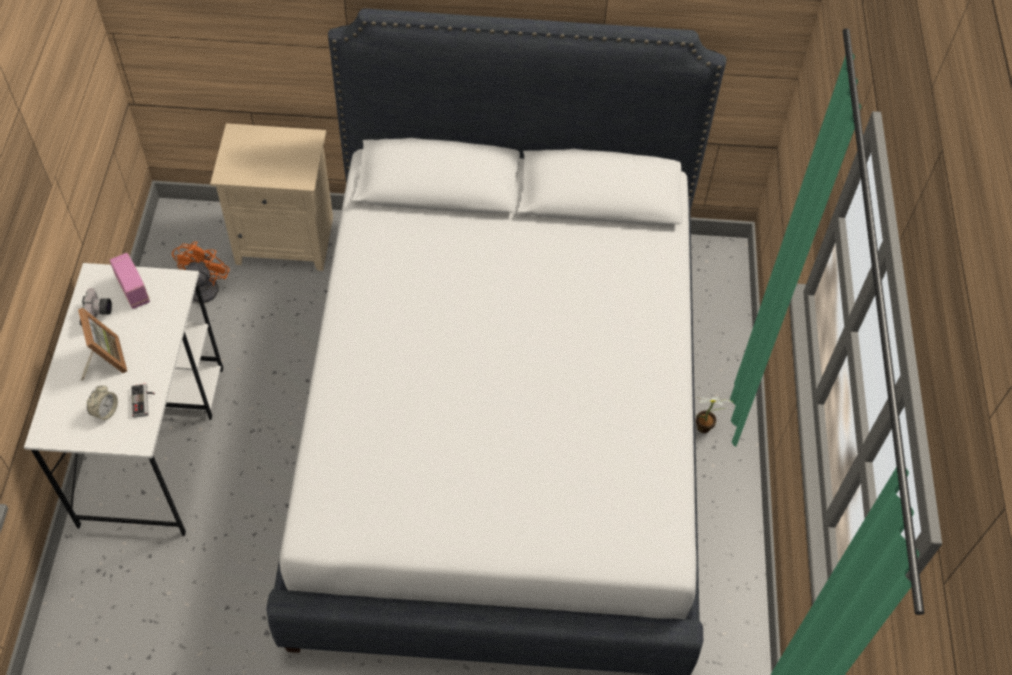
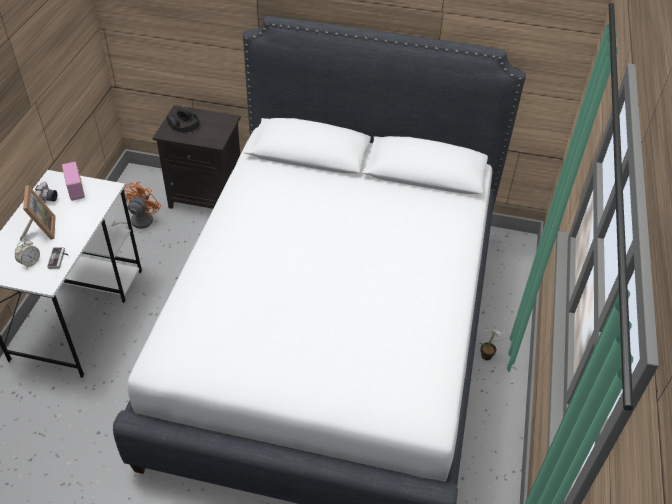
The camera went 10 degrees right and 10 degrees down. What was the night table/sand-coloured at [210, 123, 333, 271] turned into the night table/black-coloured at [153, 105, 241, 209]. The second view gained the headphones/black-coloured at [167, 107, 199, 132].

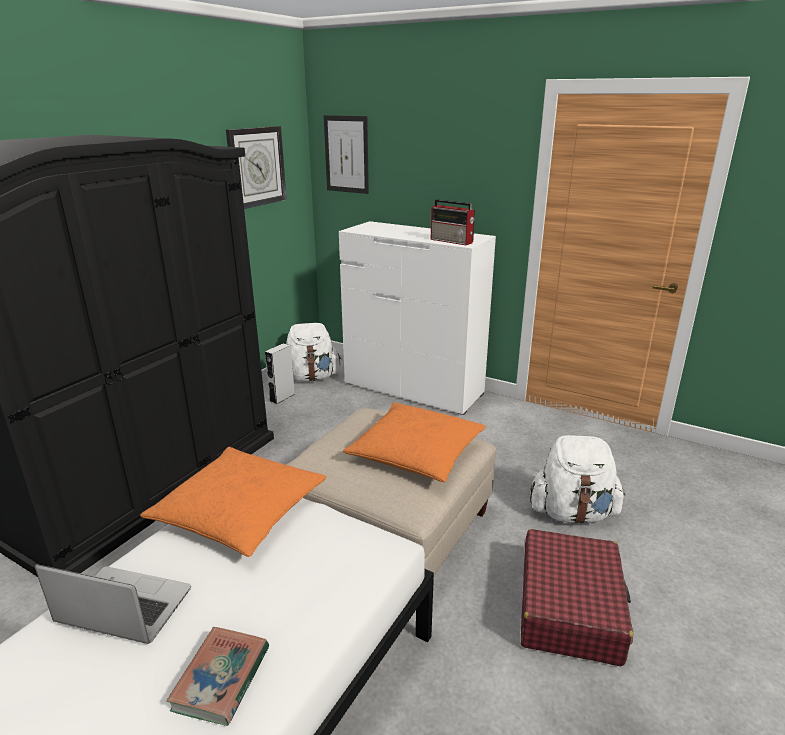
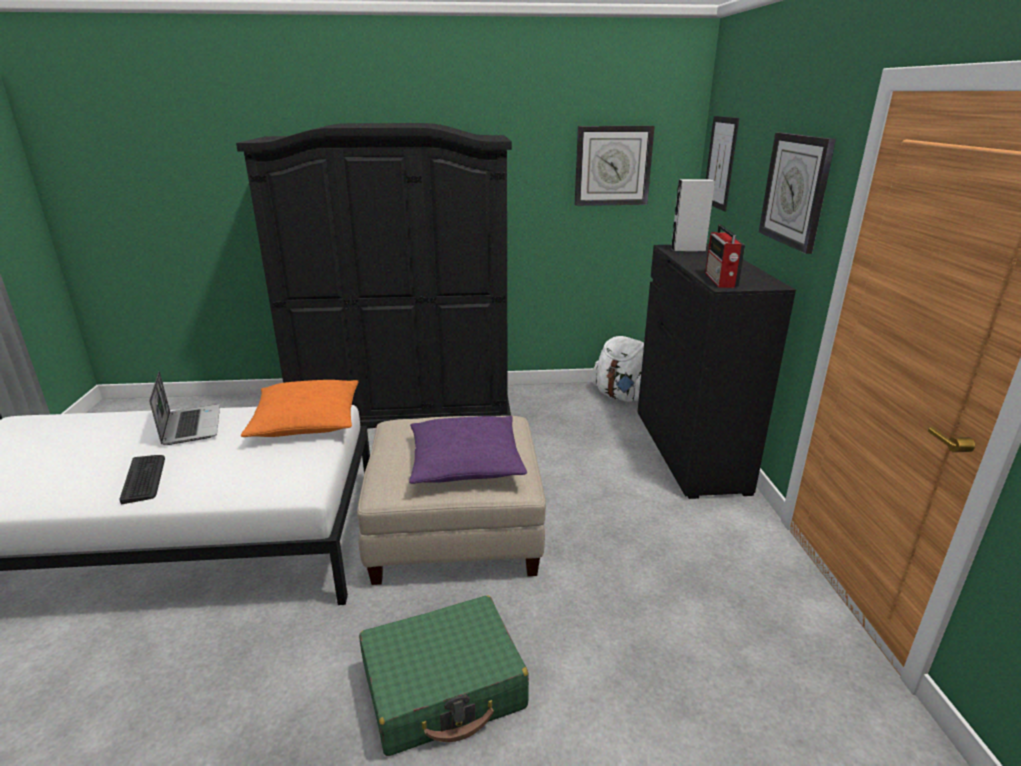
The camera went 55 degrees right and 0 degrees up. Where the bound book stood at [166, 627, 269, 726], the PC keyboard came to stand at [120, 455, 165, 504]. The loudspeaker/gray ended up elsewhere, having gone from [265, 343, 295, 404] to [671, 179, 715, 252]. What was the drawer chest/white at [339, 221, 496, 415] turned into the drawer chest/black-coloured at [637, 244, 796, 499]. What was the throw pillow/orange-coloured at [343, 402, 486, 482] turned into the throw pillow/purple-coloured at [409, 416, 527, 484]. What was the piece of luggage/red-coloured at [521, 529, 633, 666] turned into the piece of luggage/green at [359, 596, 529, 756]. The second view lost the backpack/white at [530, 435, 626, 524]. The second view gained the hanging clock at [759, 132, 836, 254].

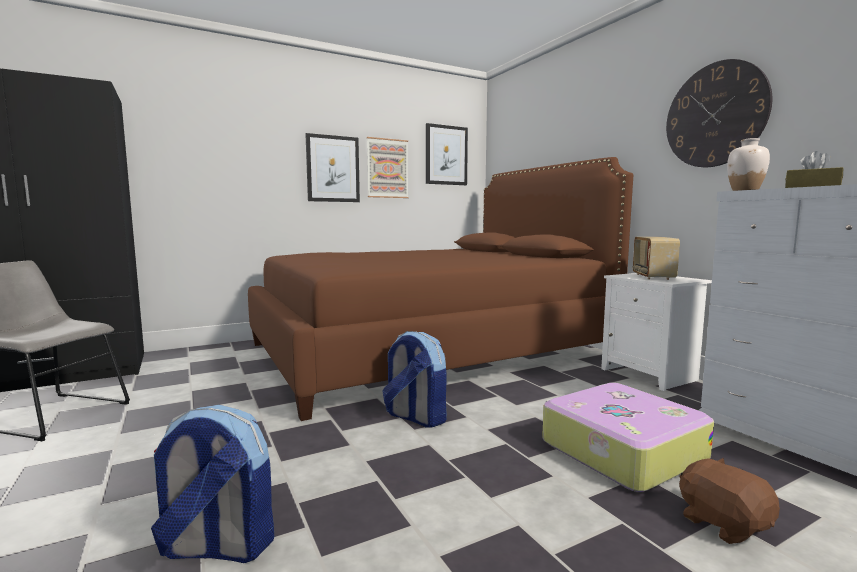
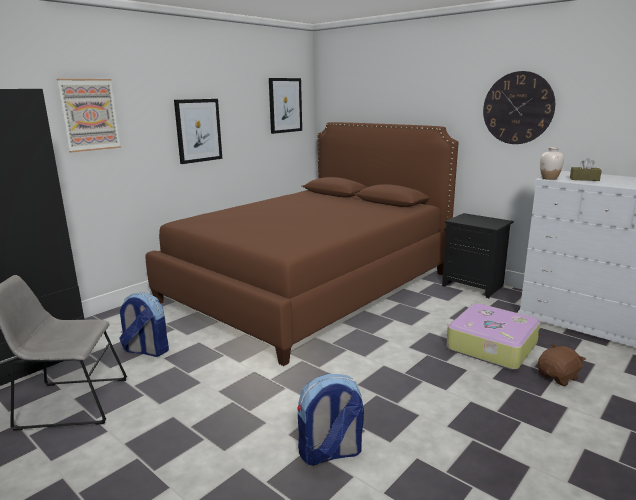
The camera went 20 degrees left and 10 degrees up. The picture ended up elsewhere, having gone from [367, 137, 409, 198] to [57, 79, 121, 152]. The backpack ended up elsewhere, having gone from [382, 331, 446, 428] to [119, 293, 169, 357]. What was the night table/white at [601, 273, 712, 391] turned into the night table/black-coloured at [442, 213, 514, 298]. The second view lost the radio at [632, 237, 680, 280]. The cuddly toy/brown-coloured at [679, 458, 780, 544] ended up facing another way, 105 degrees clockwise from before.

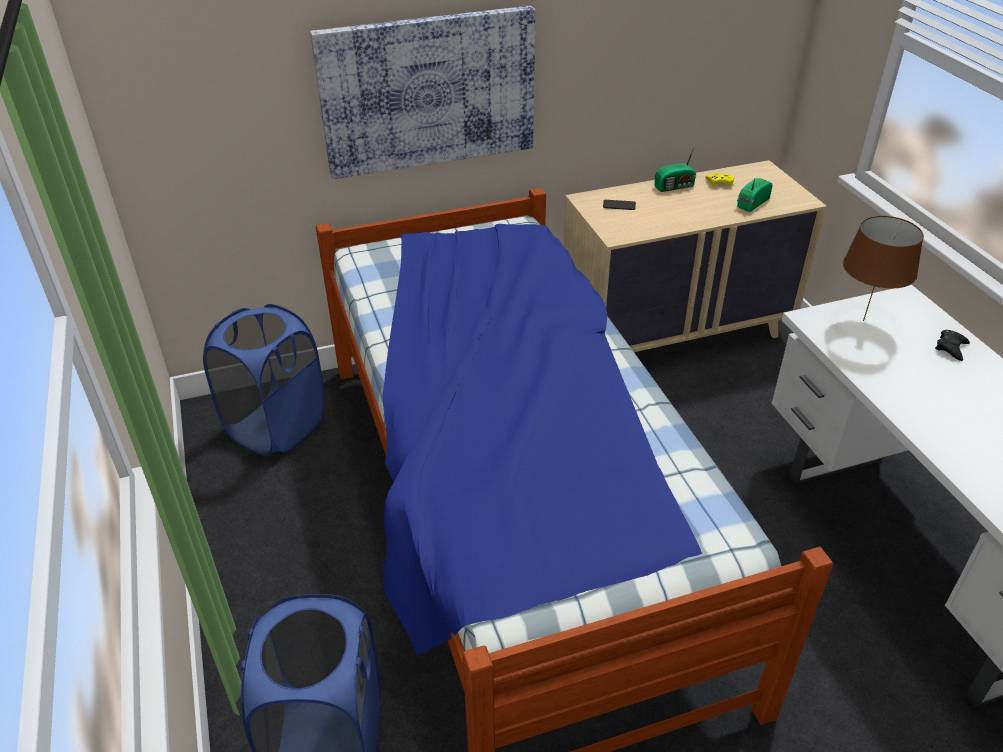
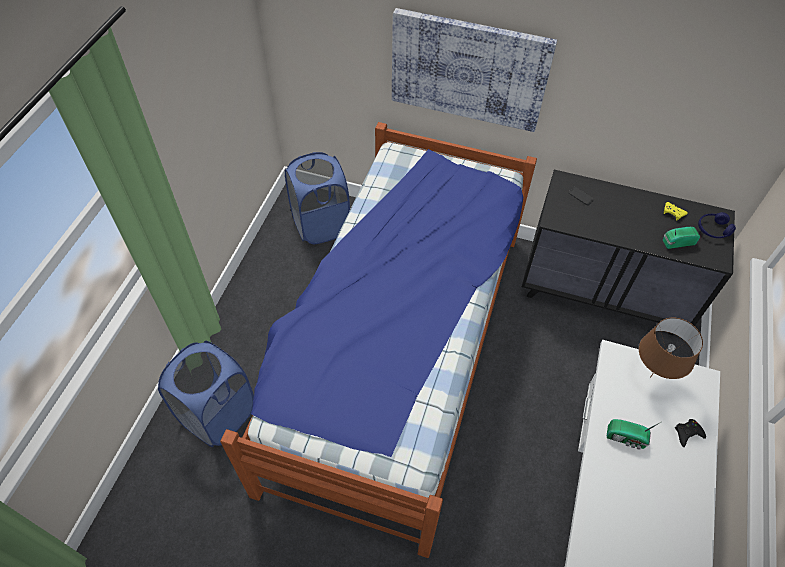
The camera went 35 degrees right and 15 degrees up. What was the drawer chest/sand-coloured at [563, 160, 827, 352] turned into the drawer chest/black-coloured at [522, 170, 735, 335]. The radio ended up elsewhere, having gone from [654, 146, 696, 192] to [607, 419, 661, 450]. The second view gained the headphones/blue at [698, 212, 736, 238].

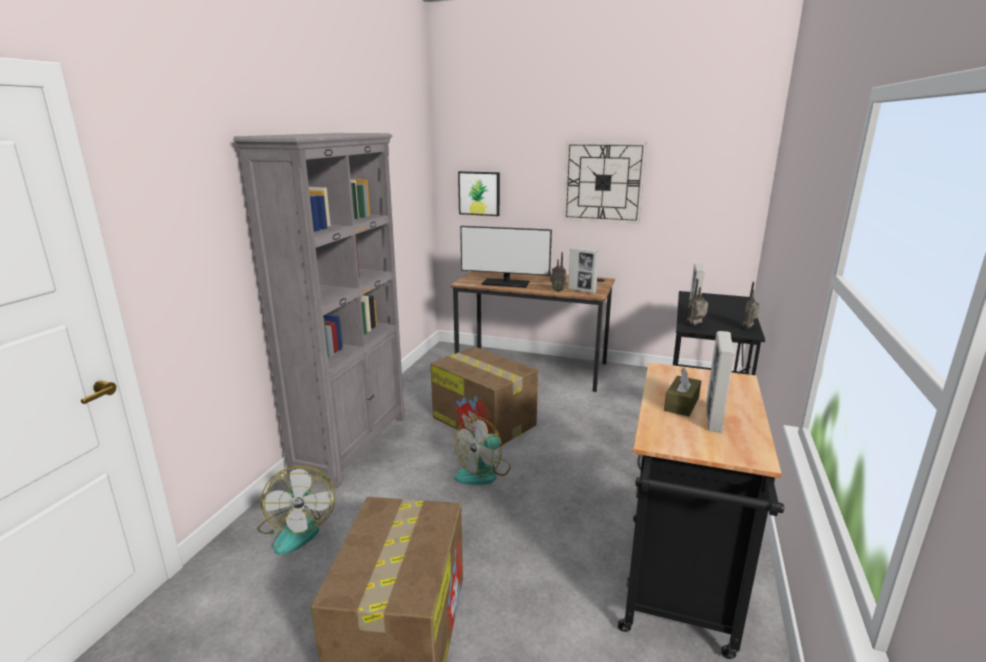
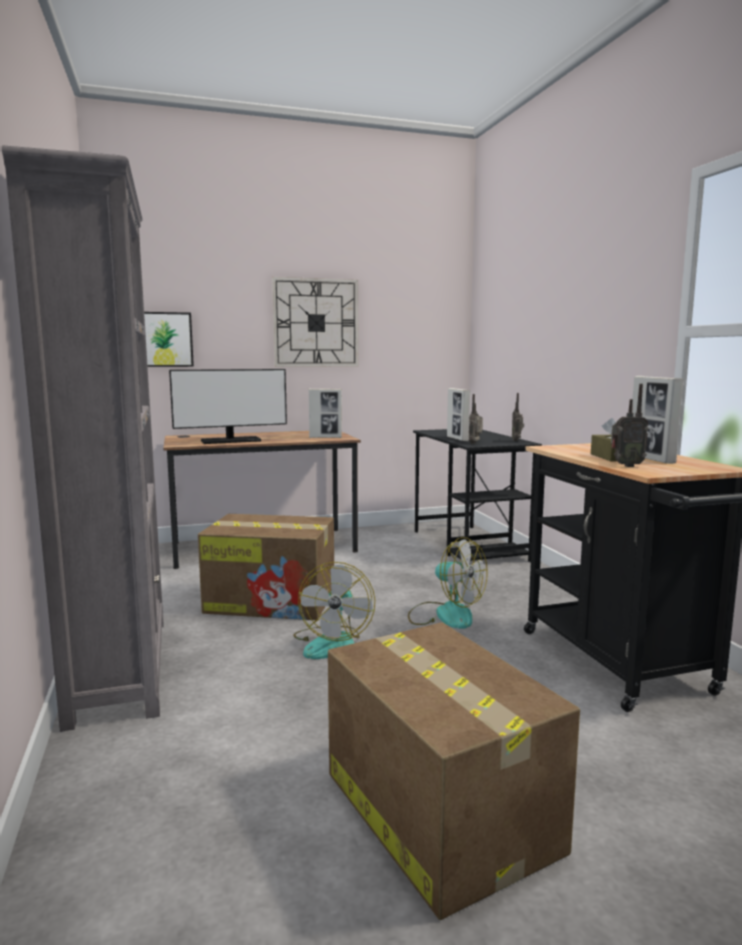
The camera went 35 degrees left and 10 degrees down. The fan ended up elsewhere, having gone from [257, 466, 335, 555] to [408, 537, 487, 629]. The radio ended up elsewhere, having gone from [550, 252, 566, 292] to [611, 384, 649, 467].

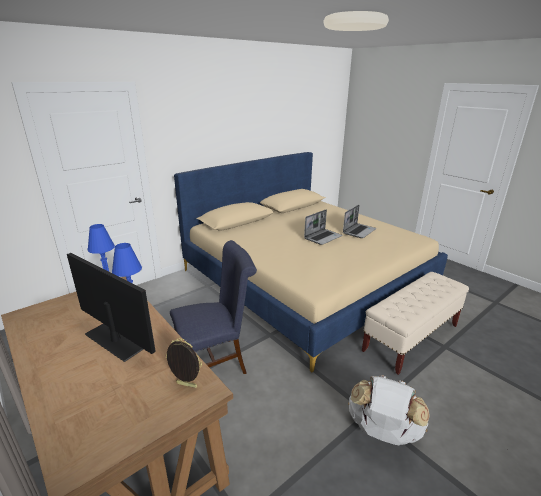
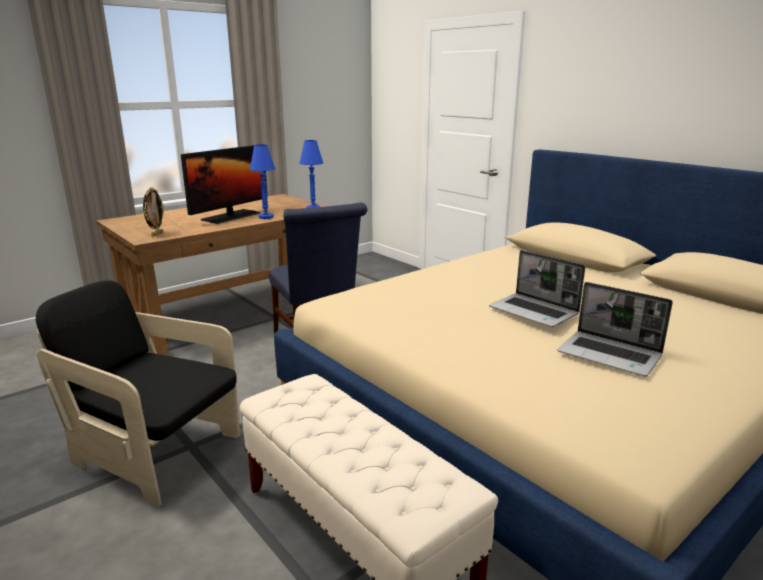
The camera went 90 degrees right and 5 degrees down. Where the backpack/white stood at [348, 375, 430, 445], the lounge chair/black-coloured came to stand at [36, 280, 240, 507].

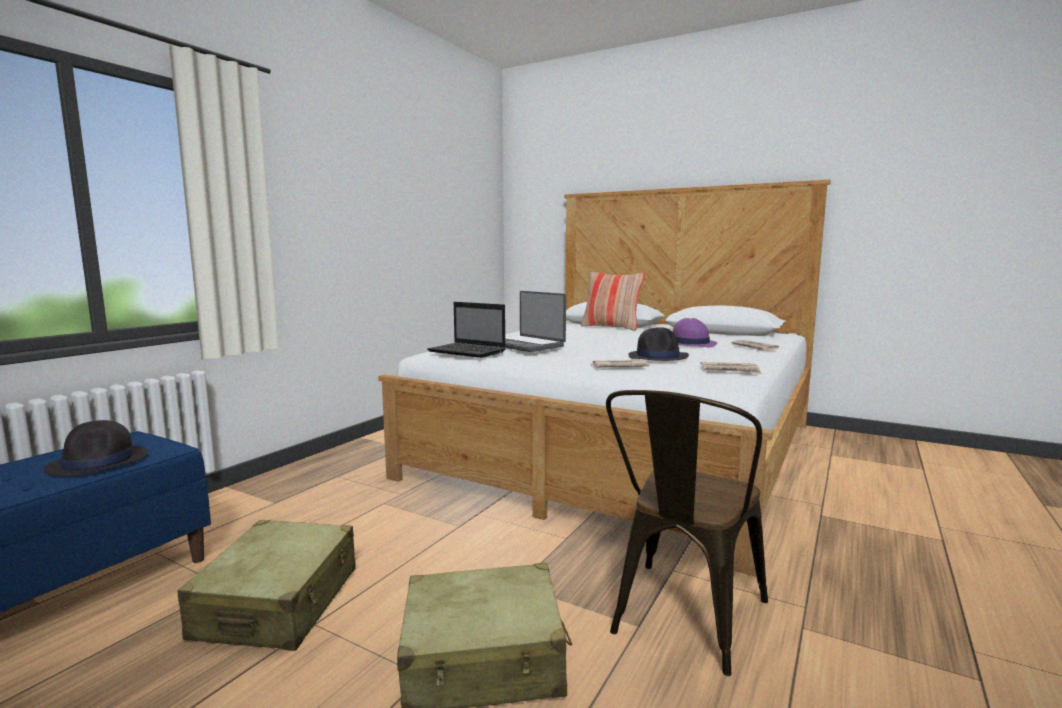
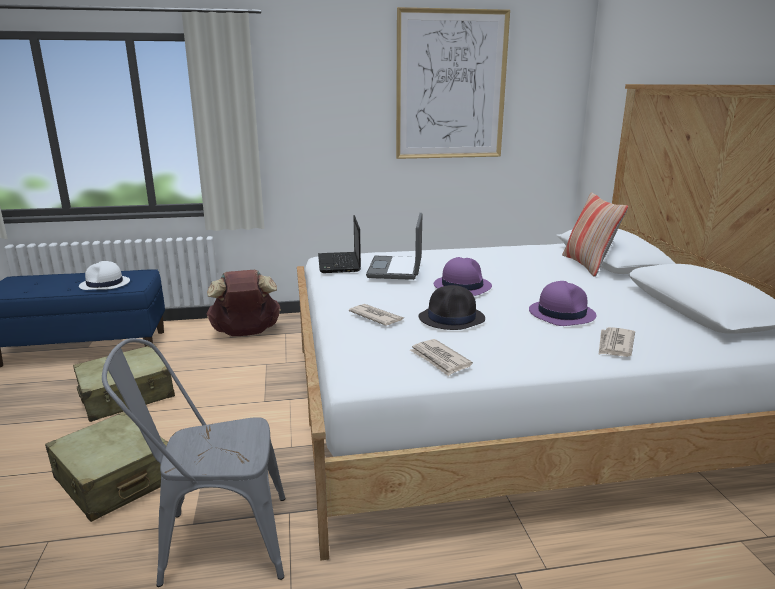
The camera went 50 degrees right and 10 degrees up. What was the hat/black-coloured at [44, 420, 148, 476] turned into the hat/white at [79, 261, 130, 290]. What was the upright chair/brown-coloured at [606, 390, 768, 676] turned into the upright chair/gray at [102, 338, 285, 587]. The second view gained the backpack/brown-coloured at [206, 270, 281, 336]. The second view gained the picture at [396, 7, 510, 159]. The second view gained the hat/purple-coloured at [434, 257, 492, 296].

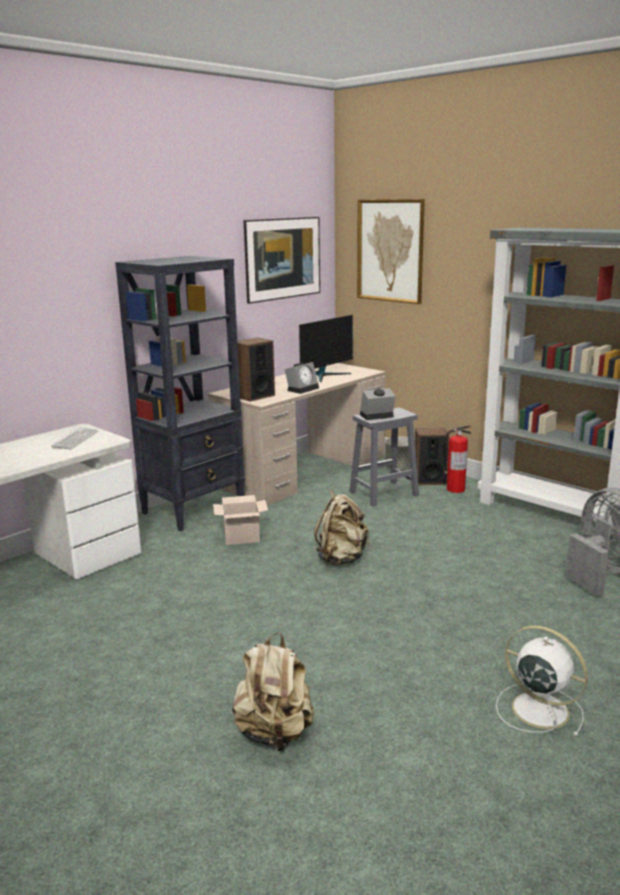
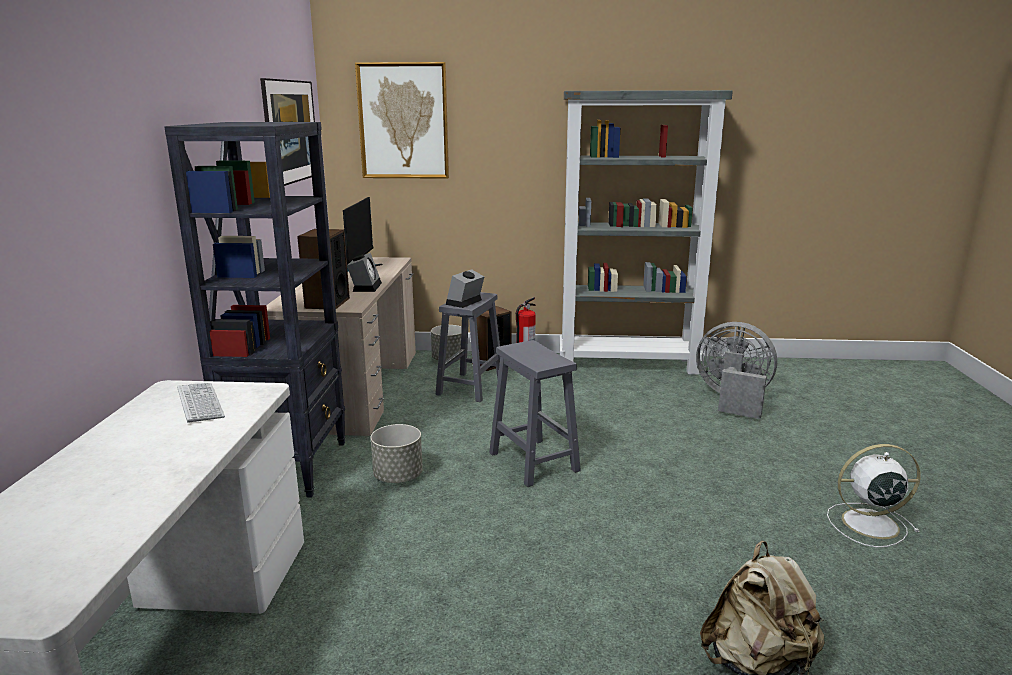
The camera went 40 degrees left and 0 degrees up. Where the cardboard box stood at [213, 495, 268, 545], the plant pot/gray came to stand at [371, 424, 423, 483]. Where the backpack/sand-coloured stood at [314, 490, 369, 565], the stool/gray came to stand at [489, 340, 581, 487].

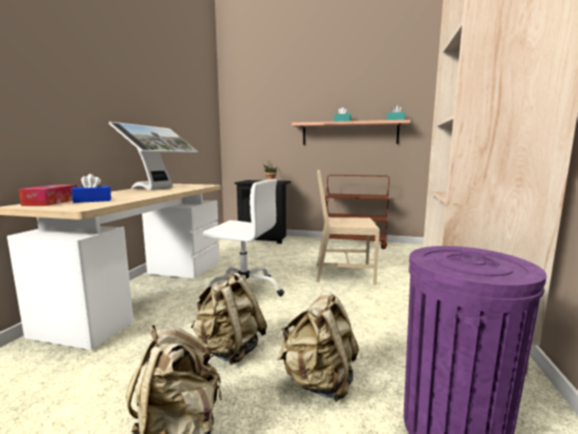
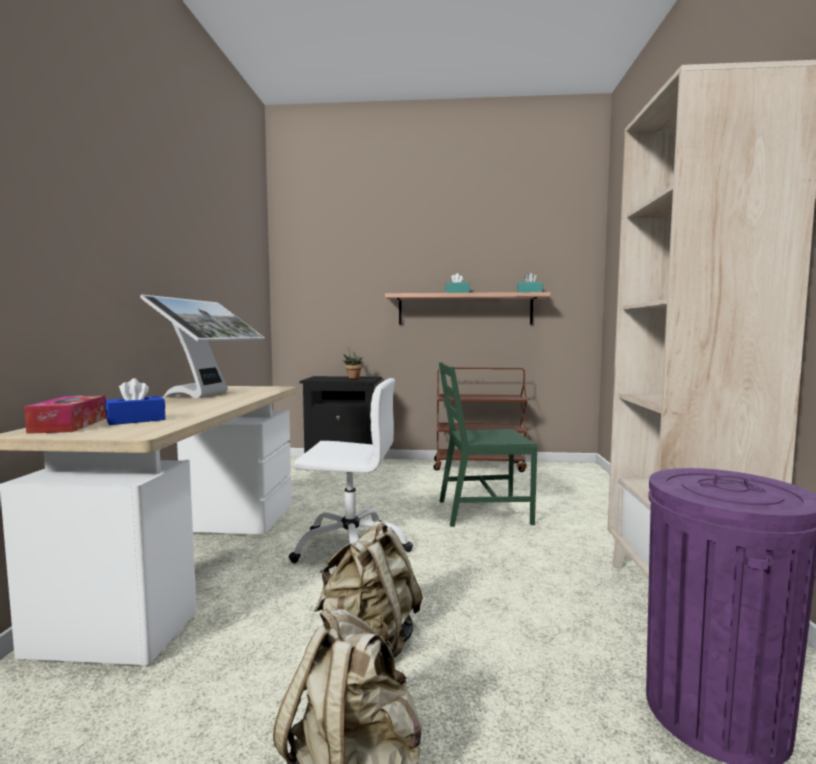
The camera went 10 degrees left and 5 degrees down. The second view lost the backpack/sand-coloured at [277, 292, 359, 402]. What was the upright chair/sand-coloured at [316, 170, 380, 285] turned into the upright chair/green at [439, 362, 537, 527].

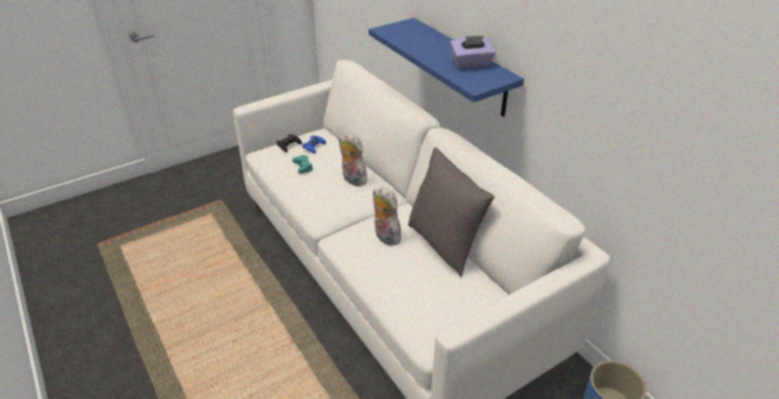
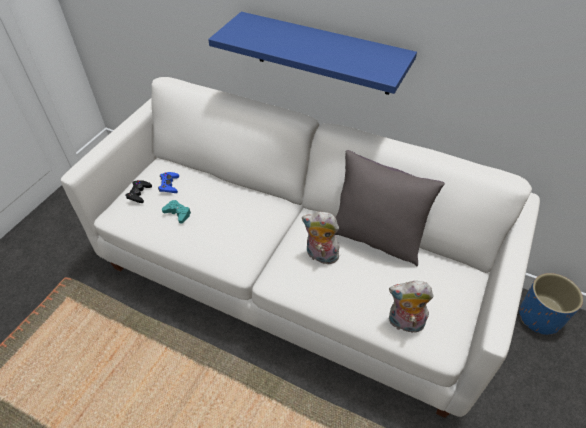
The camera went 30 degrees left and 10 degrees up. The cuddly toy ended up elsewhere, having gone from [339, 133, 367, 186] to [389, 281, 434, 333]. The second view lost the tissue holder/purple-coloured at [450, 36, 496, 69].

